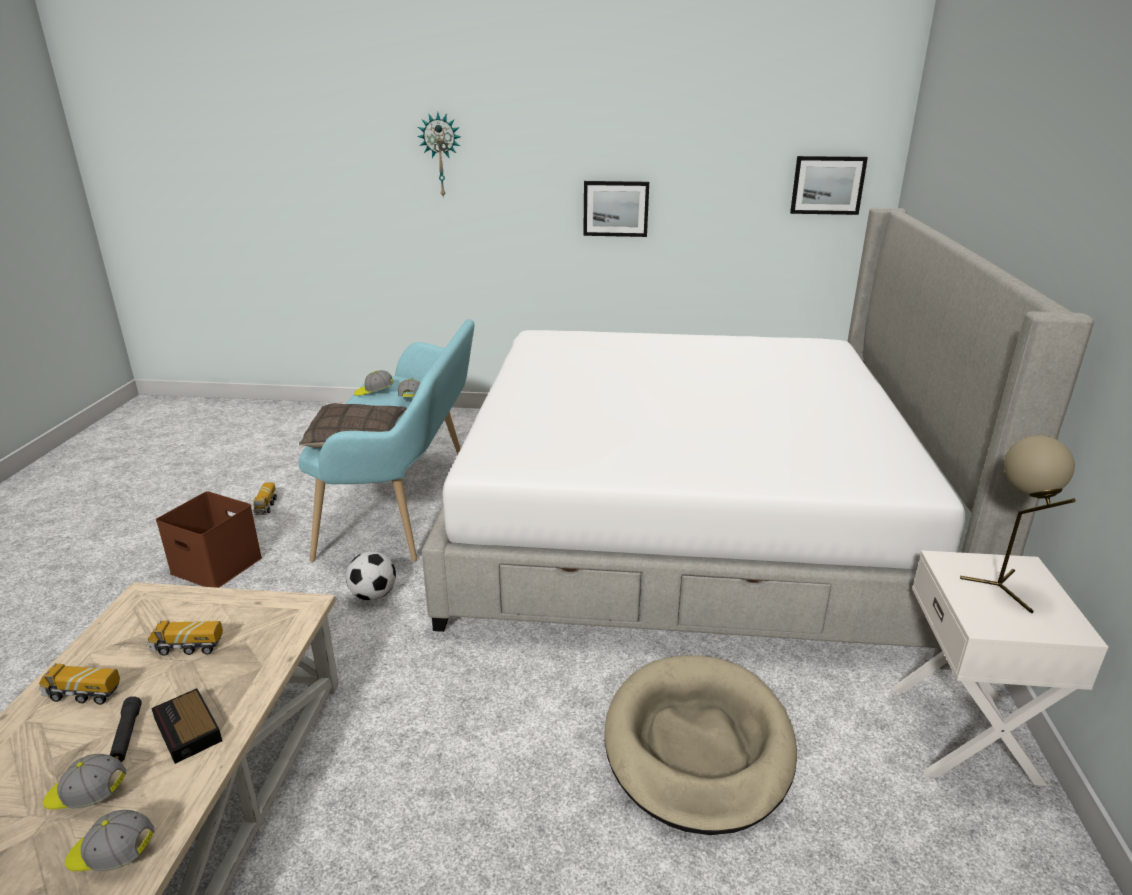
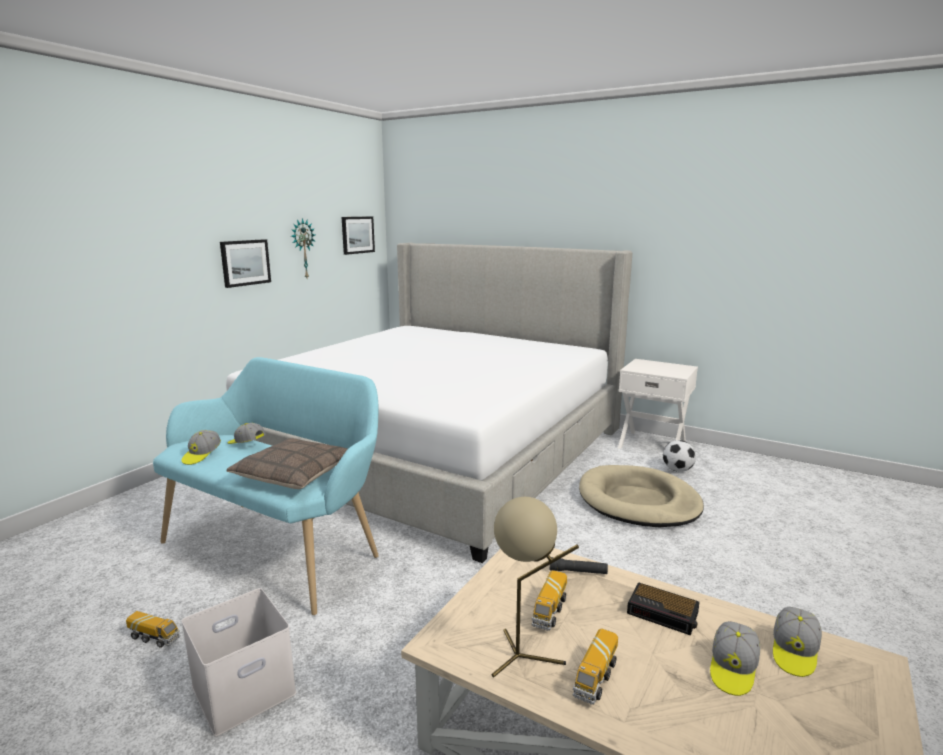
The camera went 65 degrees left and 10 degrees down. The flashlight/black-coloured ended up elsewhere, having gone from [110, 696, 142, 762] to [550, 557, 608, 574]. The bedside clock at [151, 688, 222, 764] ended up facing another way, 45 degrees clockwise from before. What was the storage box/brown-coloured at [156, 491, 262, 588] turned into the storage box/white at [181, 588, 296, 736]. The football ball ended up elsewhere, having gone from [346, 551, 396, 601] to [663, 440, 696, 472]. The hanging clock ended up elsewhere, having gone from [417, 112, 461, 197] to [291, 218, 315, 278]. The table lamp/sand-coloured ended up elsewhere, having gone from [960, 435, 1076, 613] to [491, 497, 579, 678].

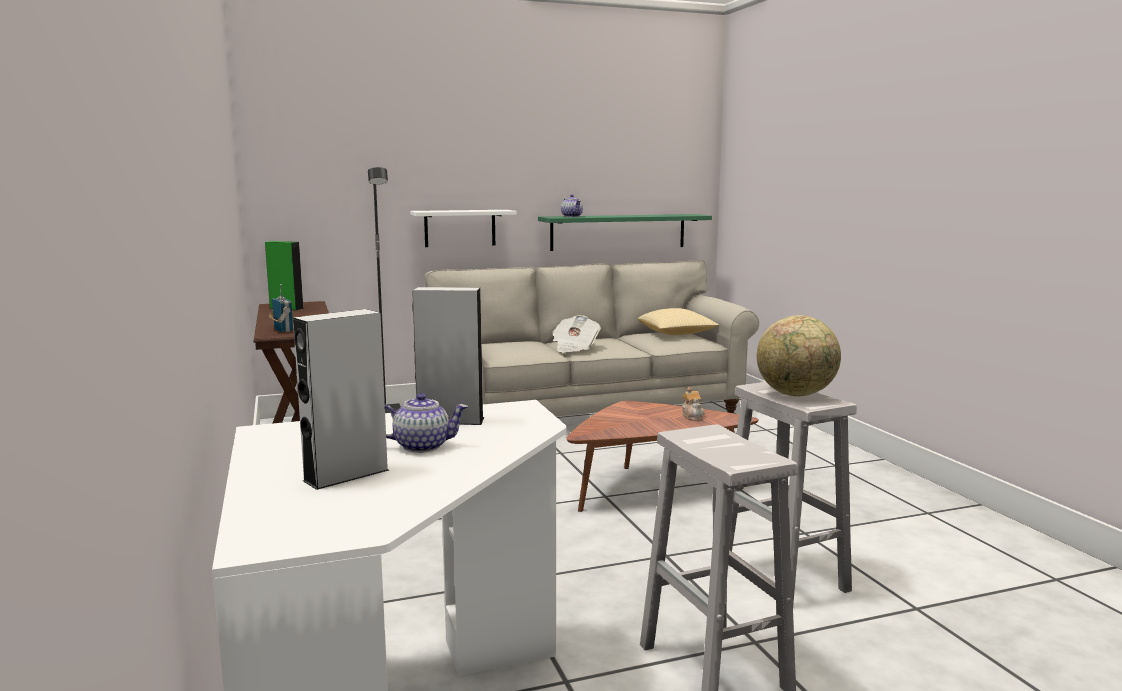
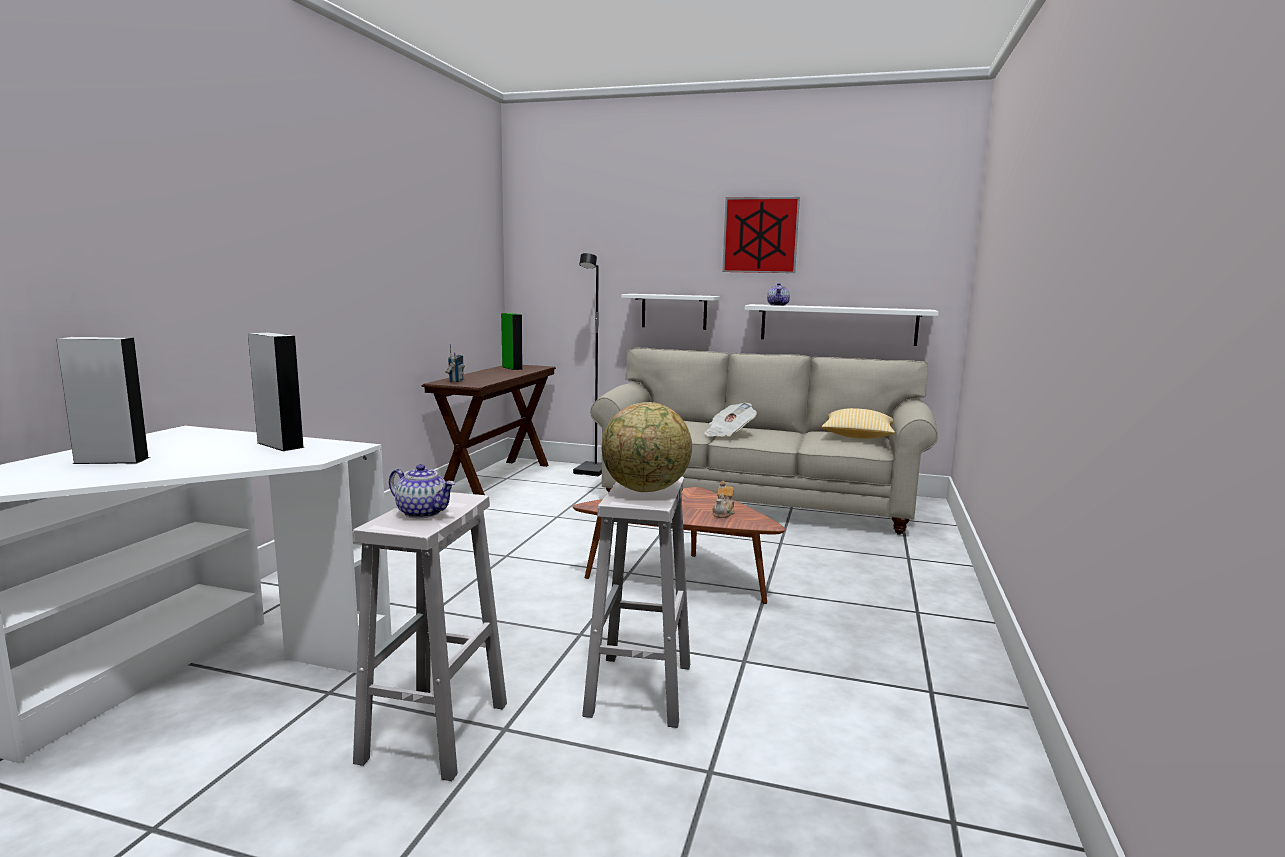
The camera went 35 degrees right and 0 degrees up. The pot for tea ended up elsewhere, having gone from [385, 393, 468, 453] to [389, 464, 455, 518]. What was the wall shelf/green at [538, 214, 712, 251] turned into the wall shelf/white at [745, 304, 939, 346]. The second view gained the picture at [722, 197, 800, 273].

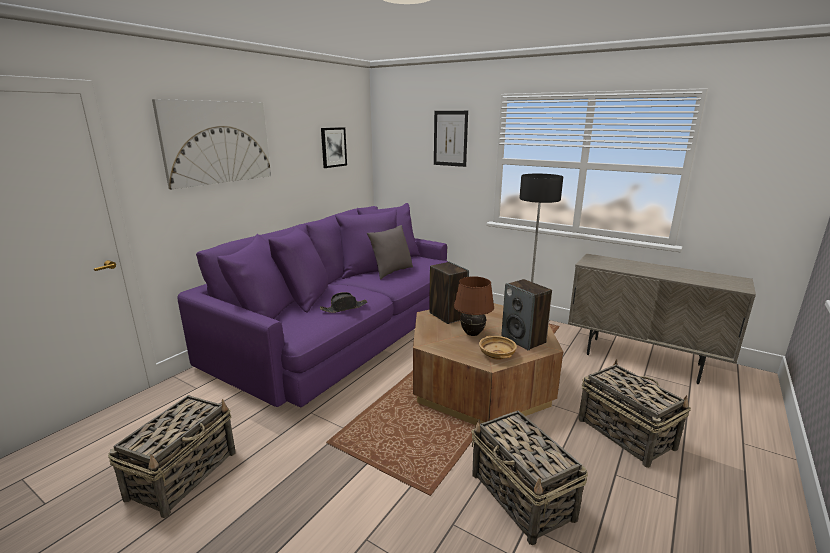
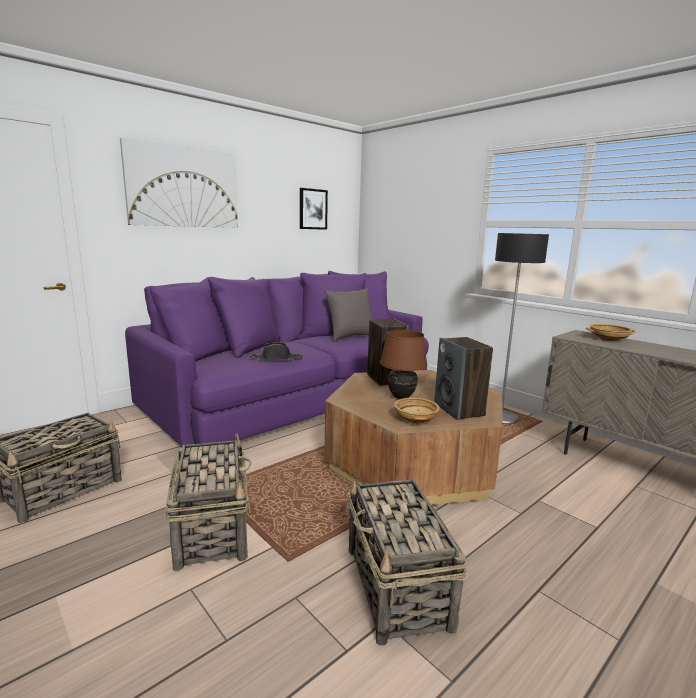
The camera went 15 degrees right and 5 degrees down. The second view lost the picture at [434, 111, 468, 167]. The household basket ended up elsewhere, having gone from [578, 359, 691, 468] to [166, 433, 252, 571]. The second view gained the deep dish/sand-coloured at [586, 324, 636, 342].

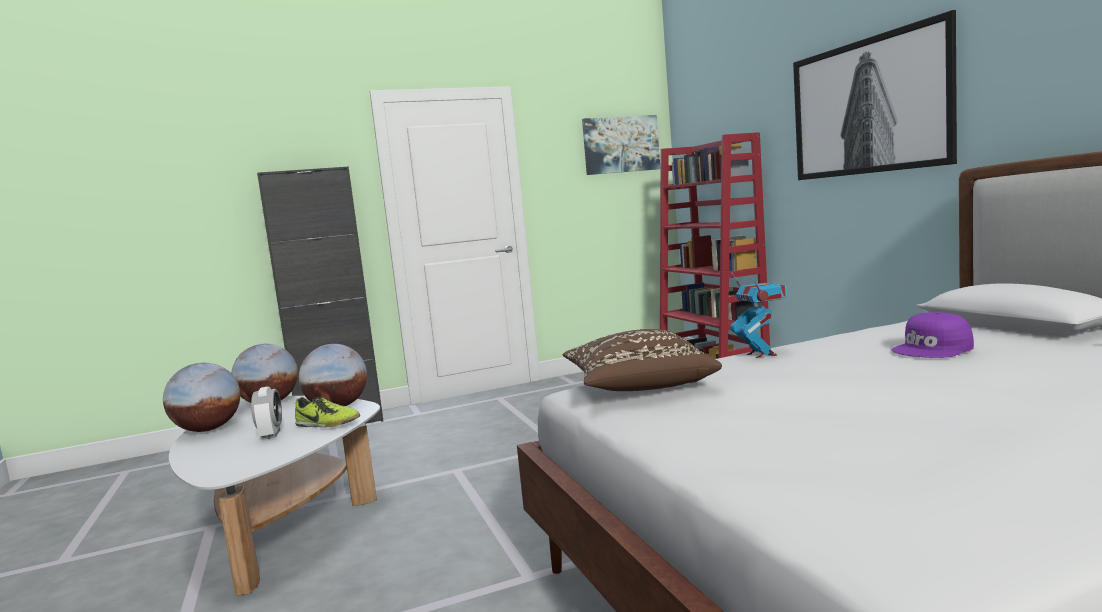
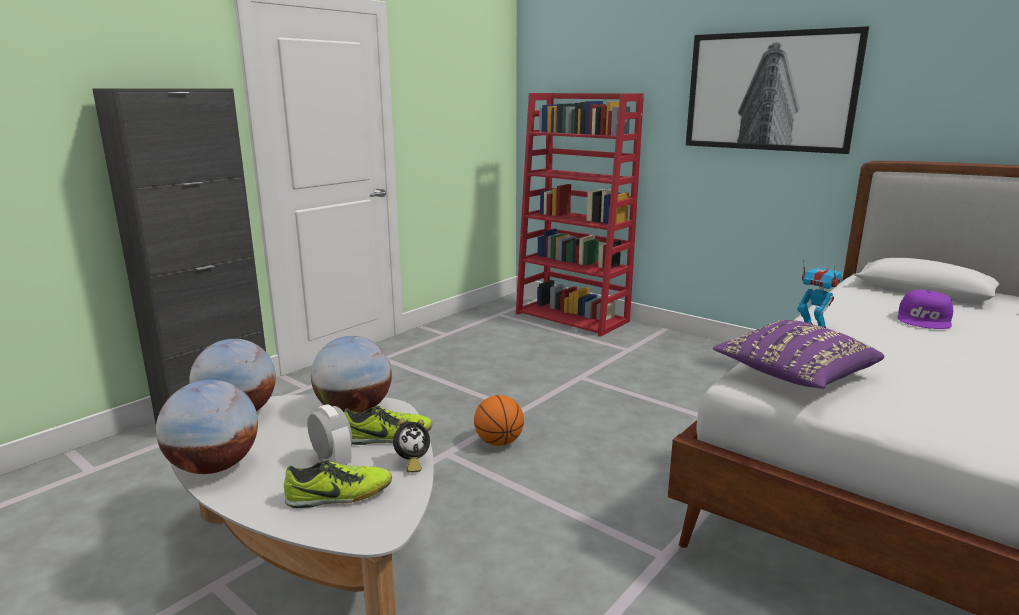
The camera went 30 degrees left and 10 degrees up. What was the throw pillow/brown-coloured at [563, 329, 722, 391] turned into the throw pillow/purple-coloured at [713, 320, 885, 389]. The second view lost the picture at [582, 115, 660, 175]. The second view gained the shoe at [284, 460, 392, 508]. The second view gained the bedside clock at [393, 419, 430, 472]. The second view gained the basketball at [474, 395, 524, 446].

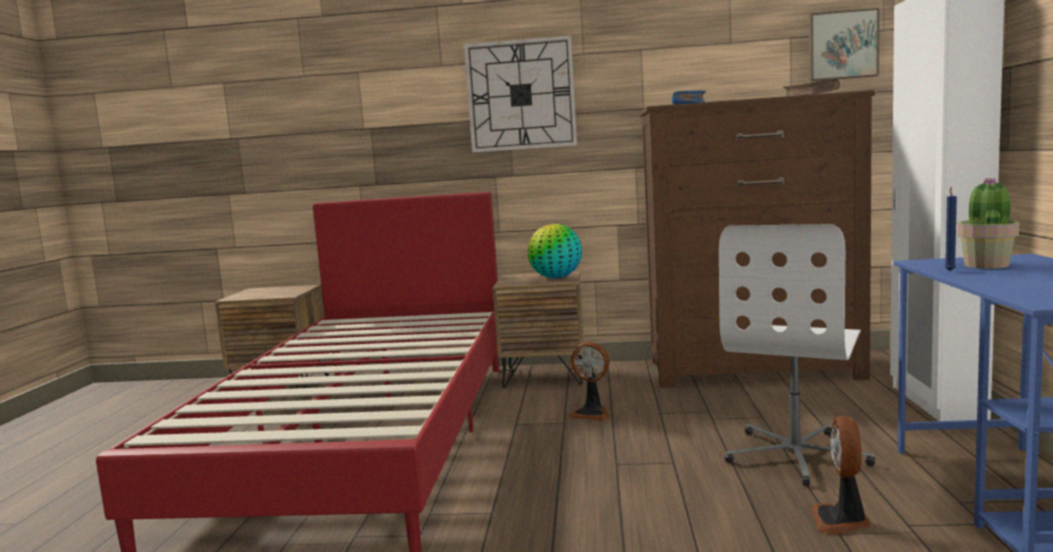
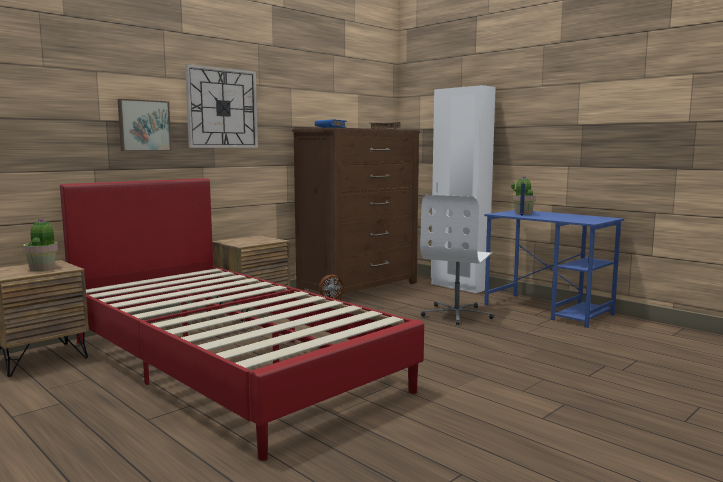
The camera went 50 degrees left and 0 degrees up. The second view lost the world globe at [527, 224, 582, 279]. The computer chair/white at [719, 224, 875, 486] ended up facing another way, 45 degrees clockwise from before. The picture ended up elsewhere, having gone from [809, 8, 879, 81] to [118, 99, 172, 151]. The second view lost the fan at [811, 416, 871, 535]. The second view gained the houseplant at [23, 218, 58, 271].

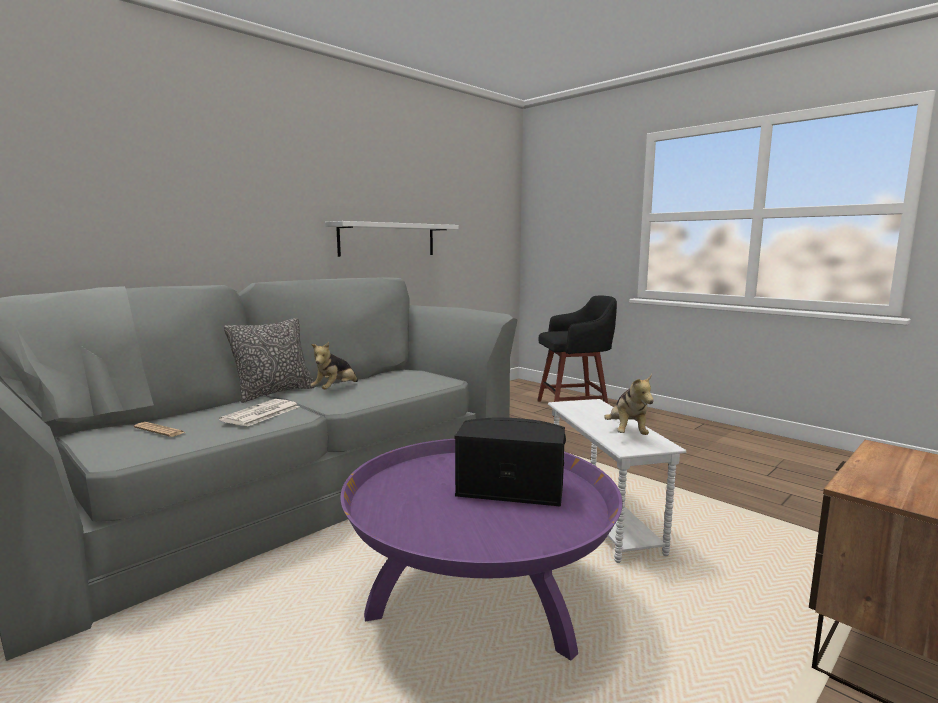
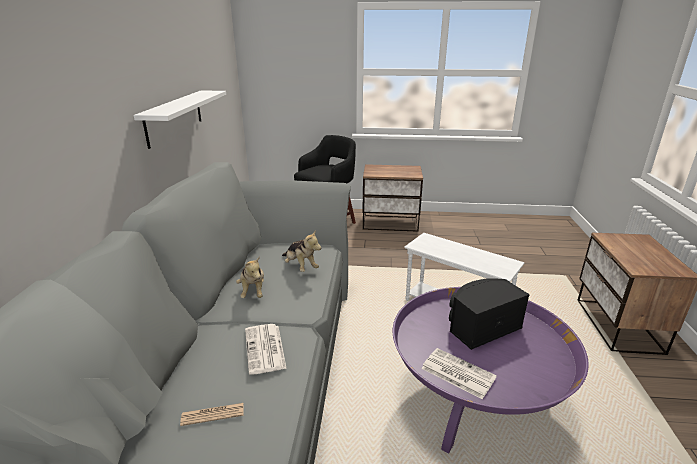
The camera went 40 degrees left and 15 degrees up. The second view lost the throw pillow at [224, 318, 315, 403]. The cuddly toy ended up elsewhere, having gone from [604, 374, 654, 435] to [282, 230, 321, 272]. The second view gained the night table at [362, 164, 423, 232]. The second view gained the newspaper at [421, 348, 497, 399].

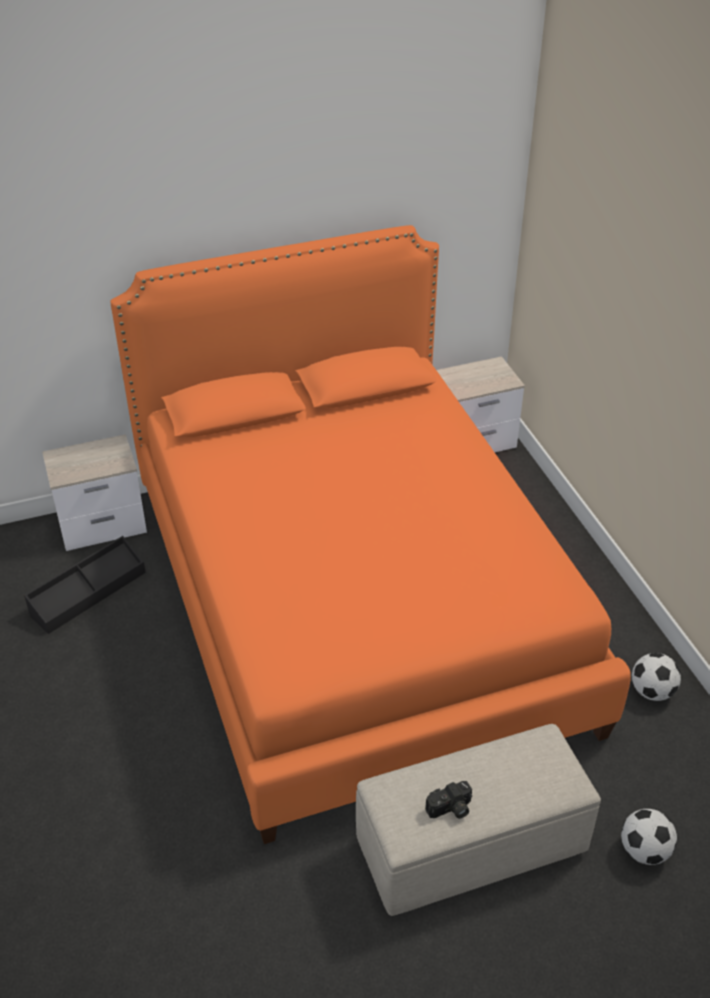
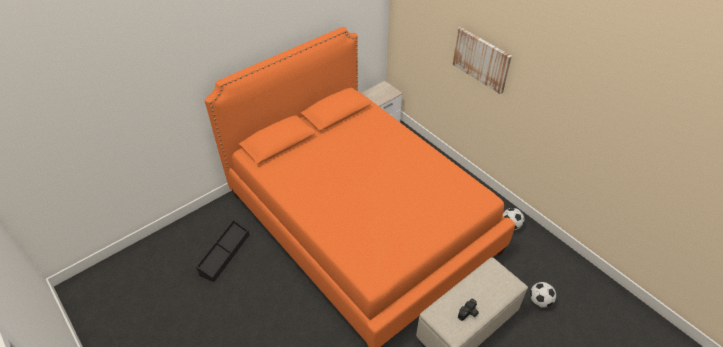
The camera went 20 degrees left and 5 degrees up. The second view lost the night table at [42, 434, 147, 551]. The second view gained the picture at [453, 27, 512, 94].

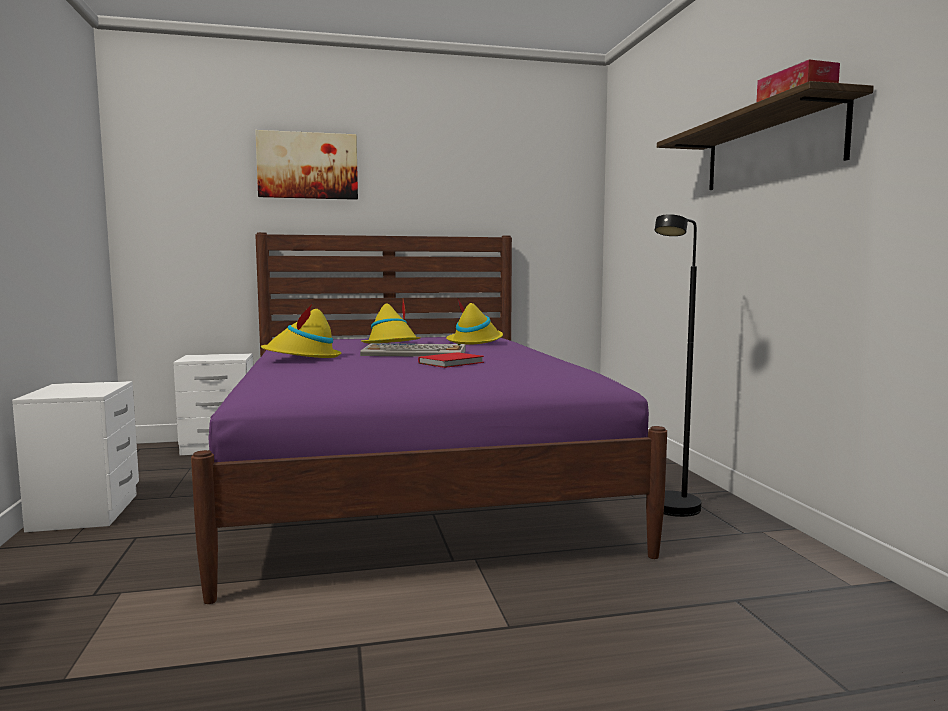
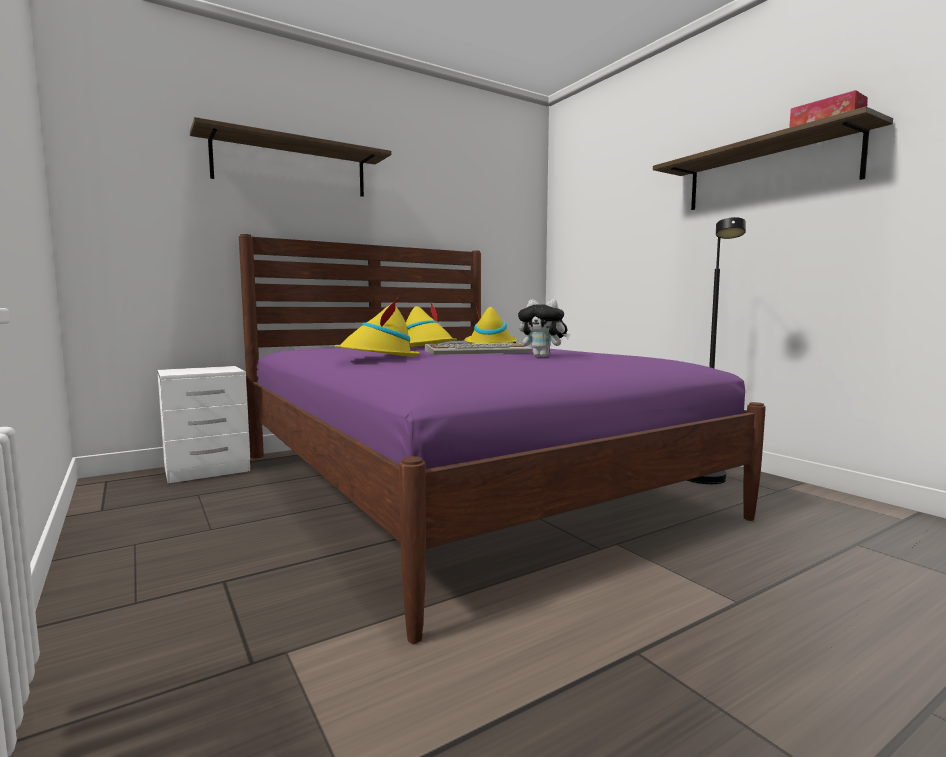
The camera went 20 degrees left and 0 degrees up. The second view lost the night table/white at [12, 381, 139, 532]. Where the picture hung at [255, 130, 358, 200], the wall shelf came to hang at [190, 117, 391, 197]. Where the bound book/red-coloured stood at [418, 352, 484, 368], the cuddly toy came to stand at [518, 299, 570, 357].

